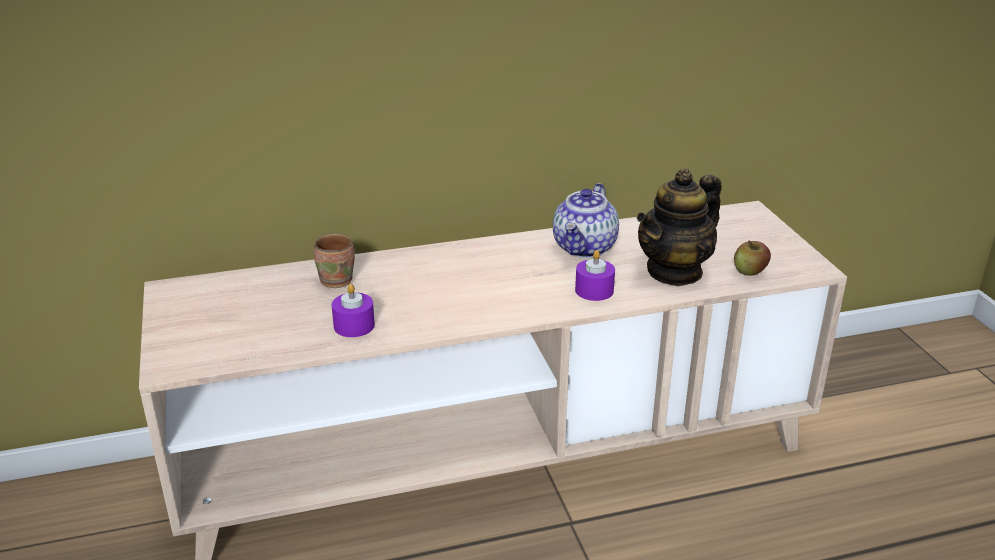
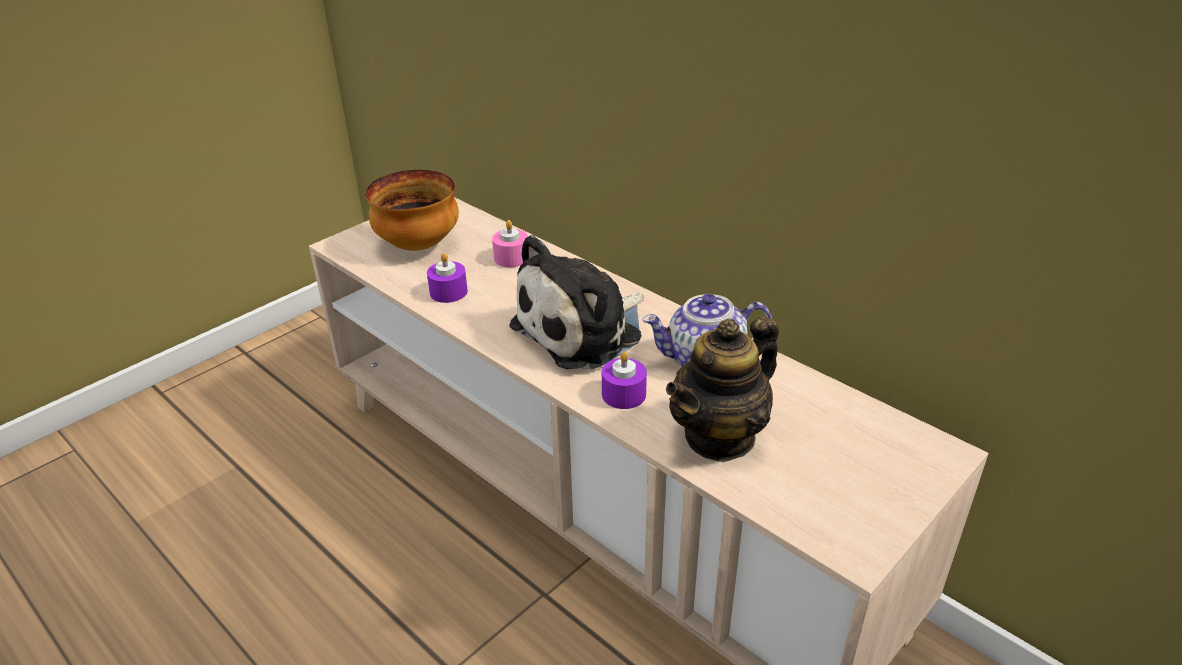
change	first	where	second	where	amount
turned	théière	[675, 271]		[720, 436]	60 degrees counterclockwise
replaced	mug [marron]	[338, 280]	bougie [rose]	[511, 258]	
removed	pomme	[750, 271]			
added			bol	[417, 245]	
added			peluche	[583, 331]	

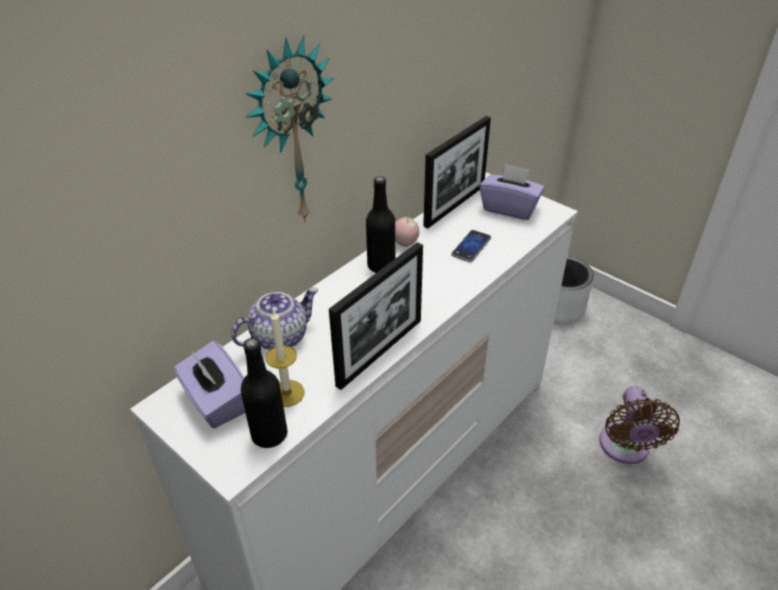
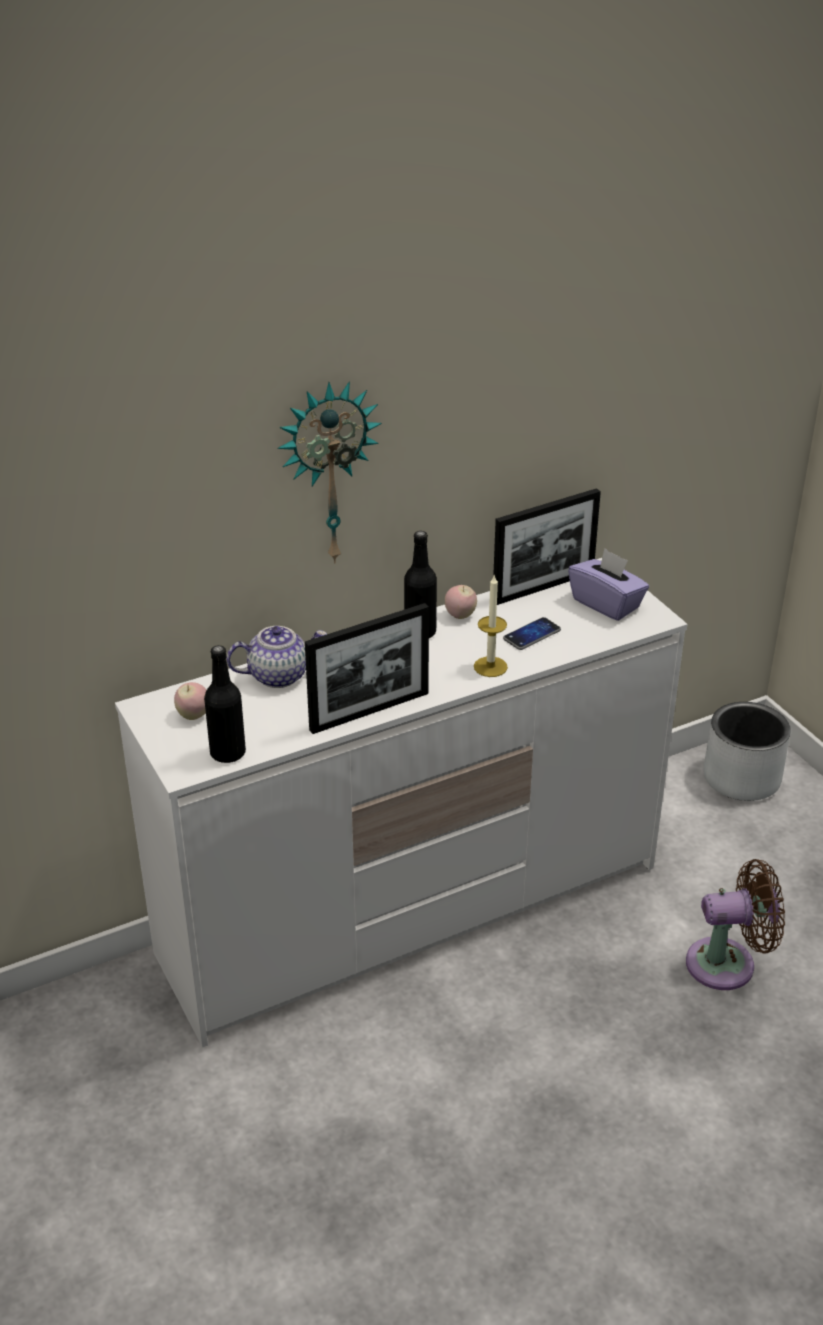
change	first	where	second	where	amount
moved	bougie	[287, 393]		[490, 667]	
replaced	boîte à mouchoirs [violet]	[216, 401]	pomme	[193, 715]	
turned	ventilateur [marron]	[625, 448]		[728, 964]	120 degrees counterclockwise

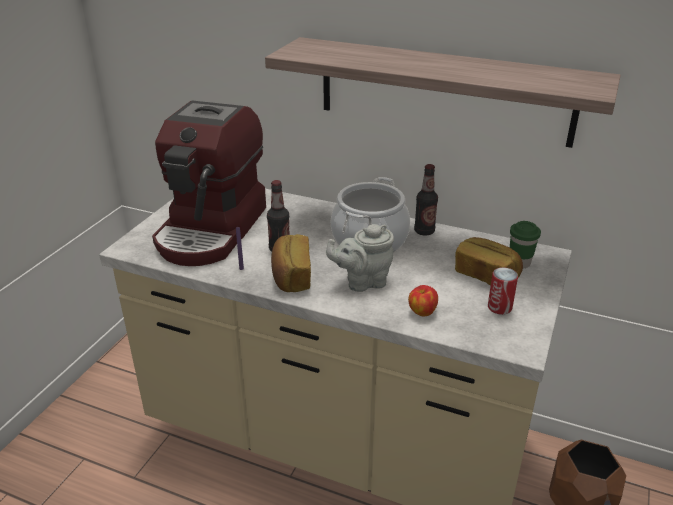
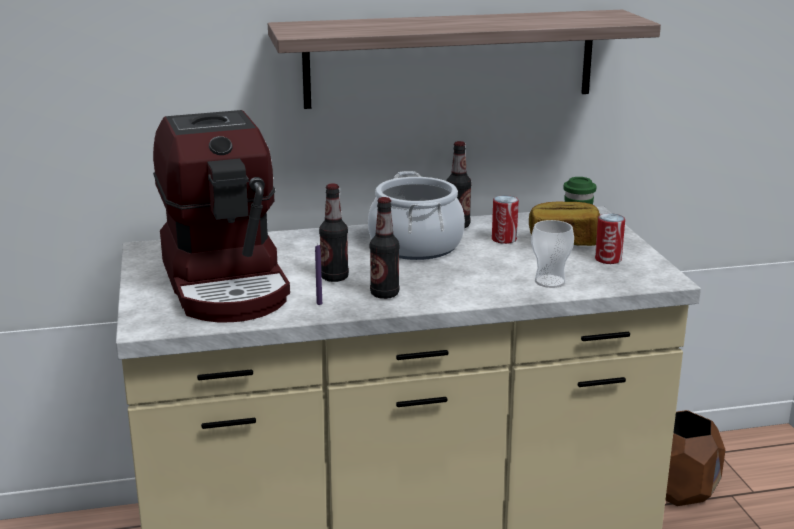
change	first	where	second	where	amount
removed	théière [gris]	[362, 282]			
replaced	pain	[291, 277]	bouteille	[384, 294]	
replaced	pomme	[422, 312]	tasse	[549, 281]	
added			boîte métallique	[504, 239]	

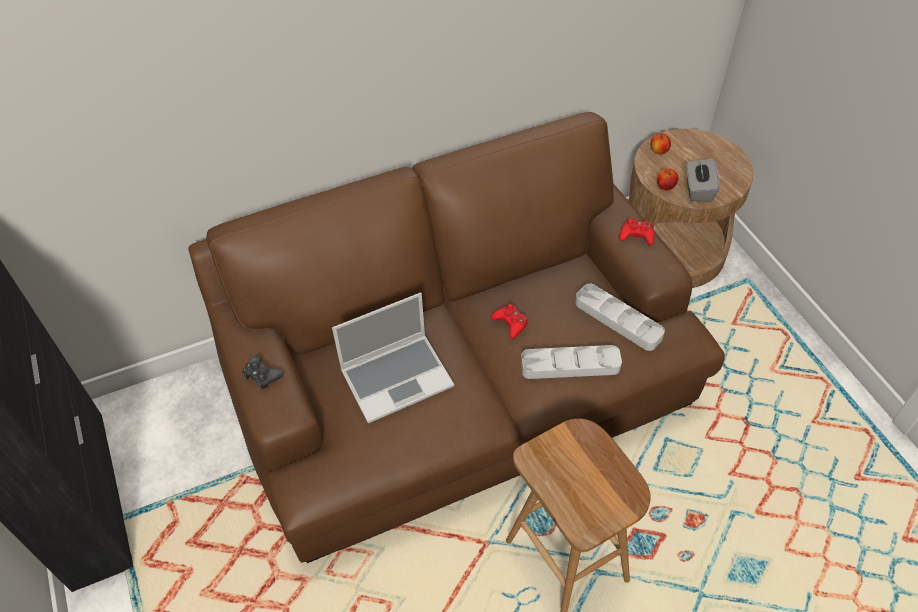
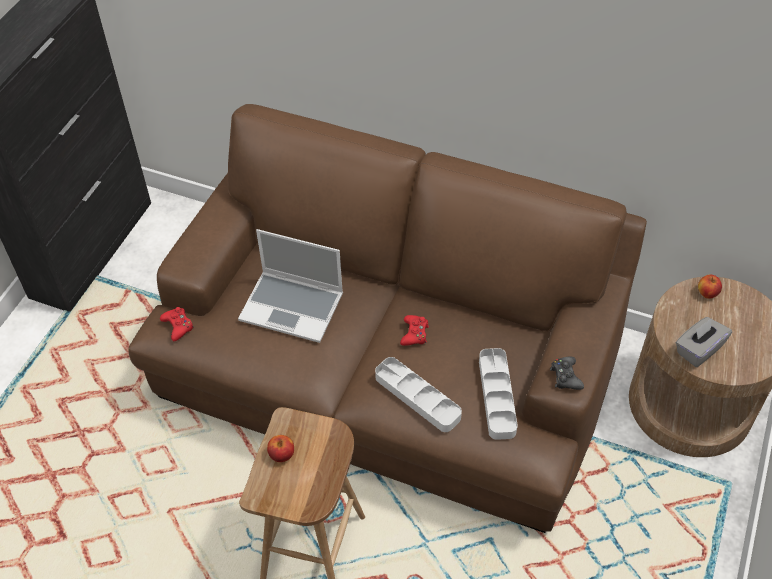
change	first	where	second	where	amount
moved	pomme	[665, 187]		[281, 455]	
moved	manette [rouge]	[636, 235]		[178, 326]	
moved	manette [noir]	[262, 375]		[565, 377]	

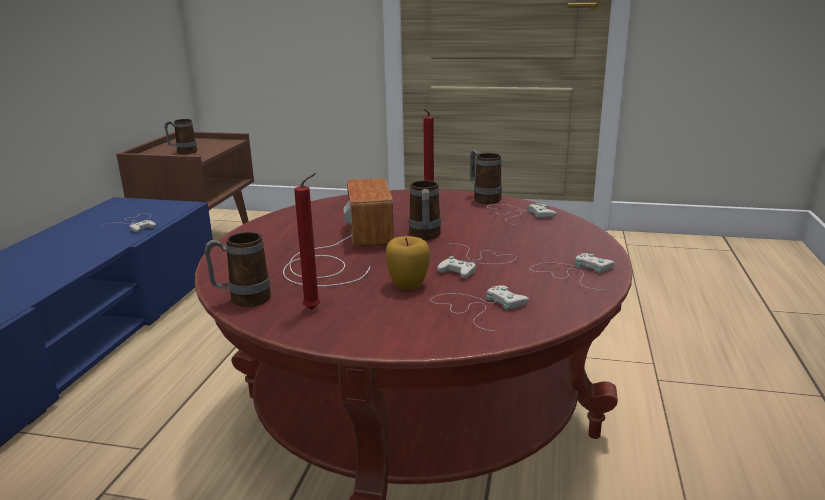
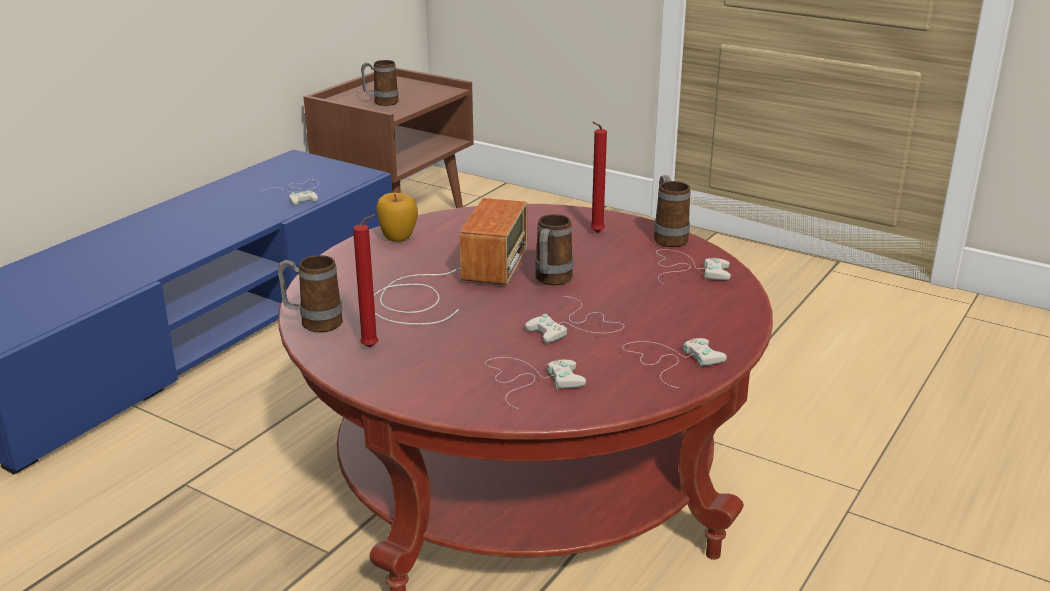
change	first	where	second	where	amount
moved	pomme	[408, 285]		[398, 238]	

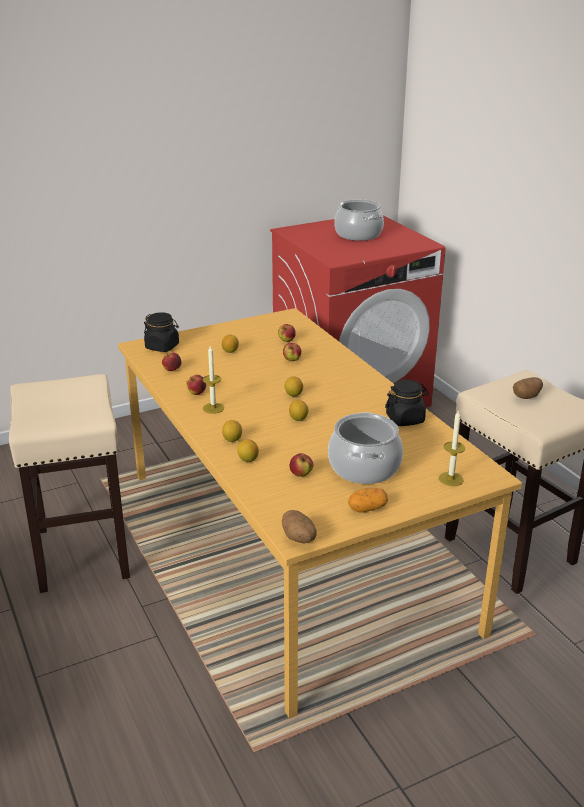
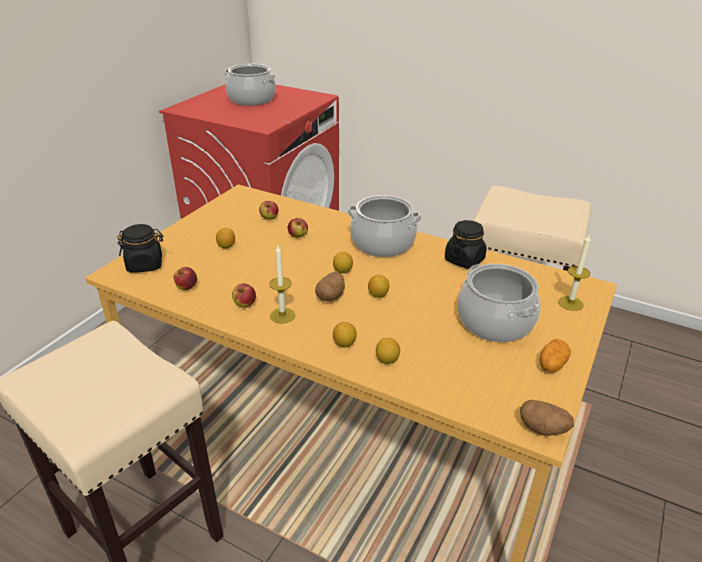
change	first	where	second	where	amount
moved	pomme de terre	[527, 396]		[330, 296]	
removed	pomme	[301, 474]			
added			marmite	[382, 243]	

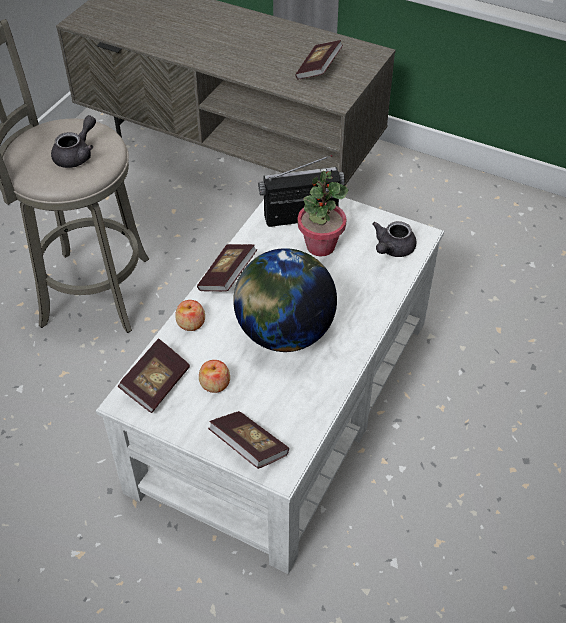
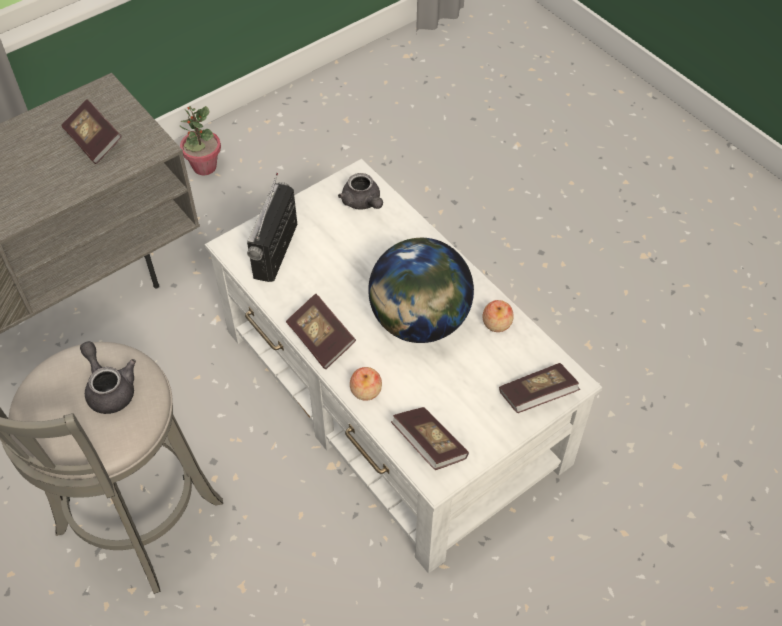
change	first	where	second	where	amount
moved	plante en pot	[320, 246]		[204, 167]	
moved	pomme	[215, 384]		[496, 323]	

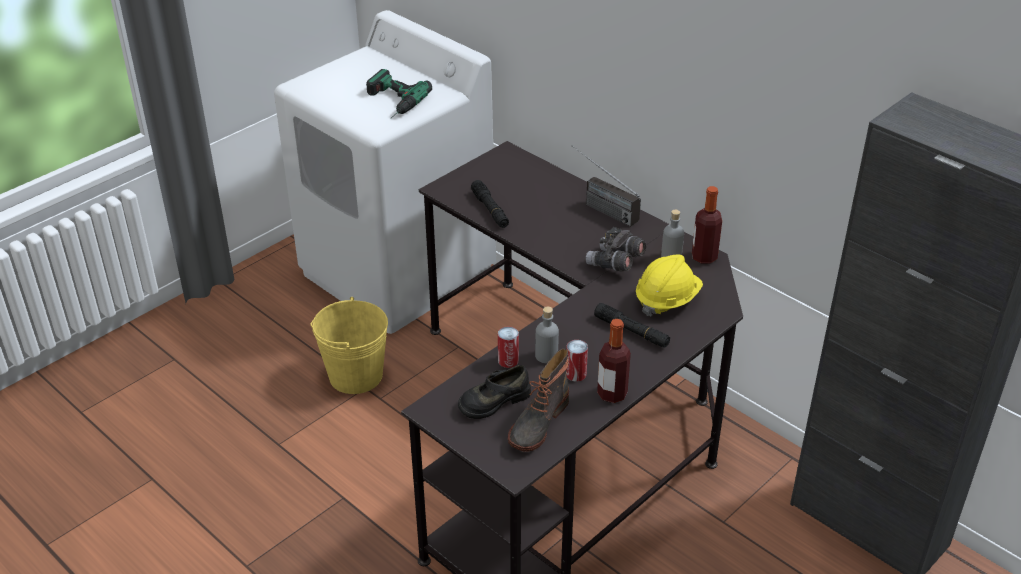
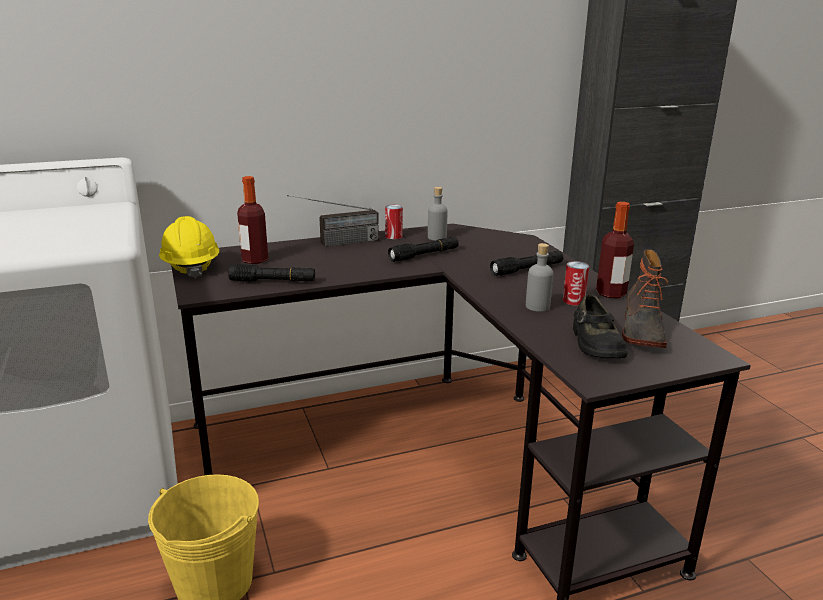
change	first	where	second	where	amount
removed	perceuse	[390, 102]			
moved	bouteille	[704, 257]		[255, 260]	
replaced	jumelles [gris]	[615, 263]	lampe de poche [noir]	[424, 255]	
moved	casque de chantier [jaune]	[667, 299]		[190, 267]	
moved	boîte métallique	[508, 360]		[393, 236]	
turned	botte	[537, 423]		[640, 331]	45 degrees clockwise

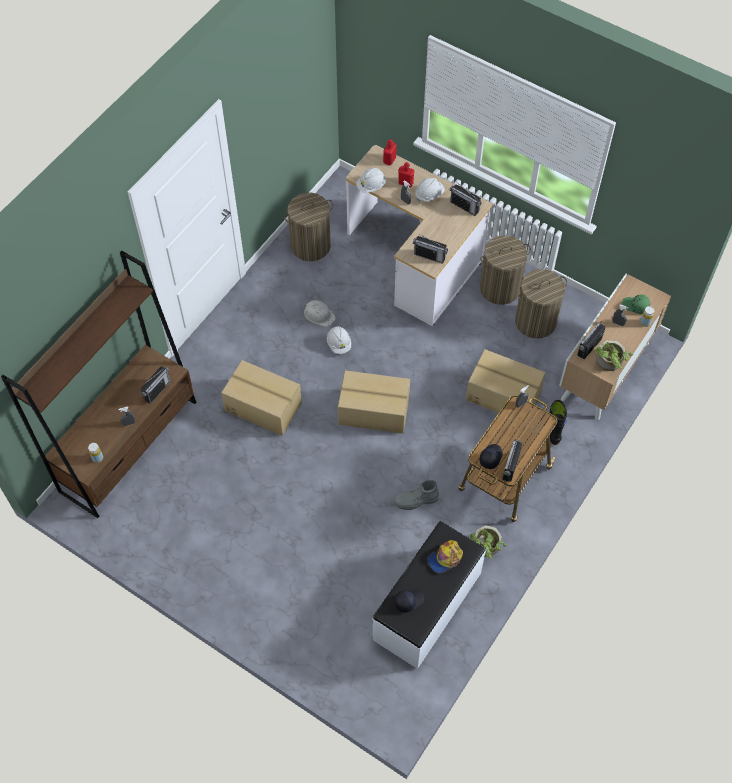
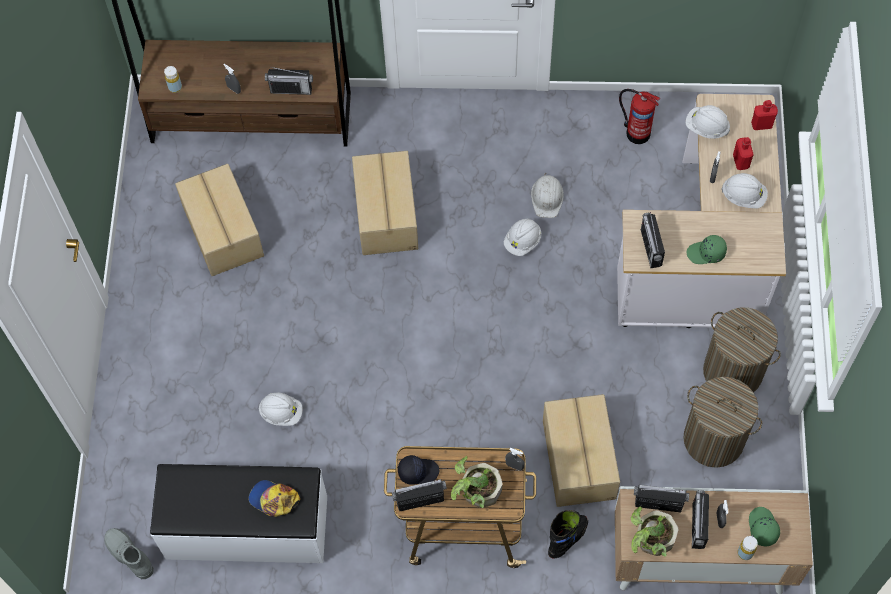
change	first	where	second	where	amount
moved	radio	[464, 206]		[698, 526]	
replaced	panier à linge	[310, 245]	extincteur	[636, 132]	
moved	carton	[374, 411]		[222, 232]	
moved	botte [gris]	[416, 501]		[129, 555]	
moved	plante en pot	[485, 548]		[476, 491]	
removed	casquette [noir]	[408, 601]			
added			casquette [vert]	[706, 253]	
added			casque de chantier [blanc]	[281, 413]	

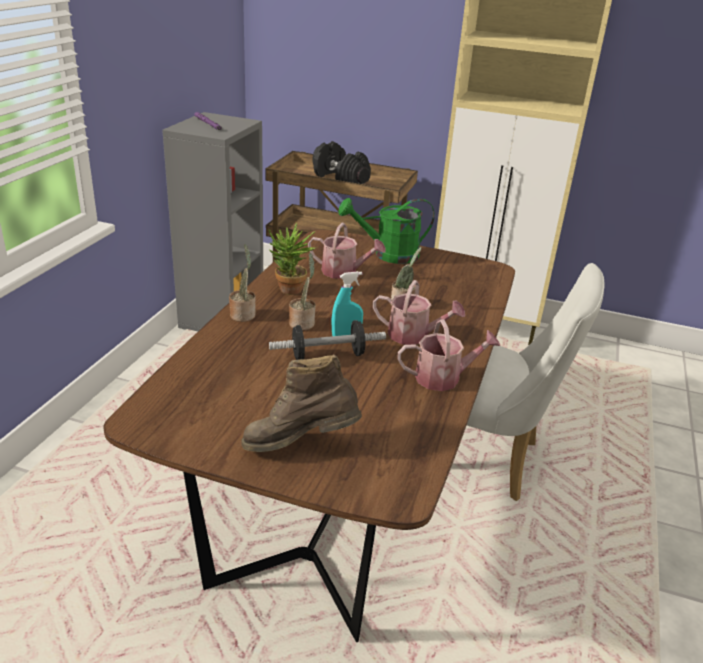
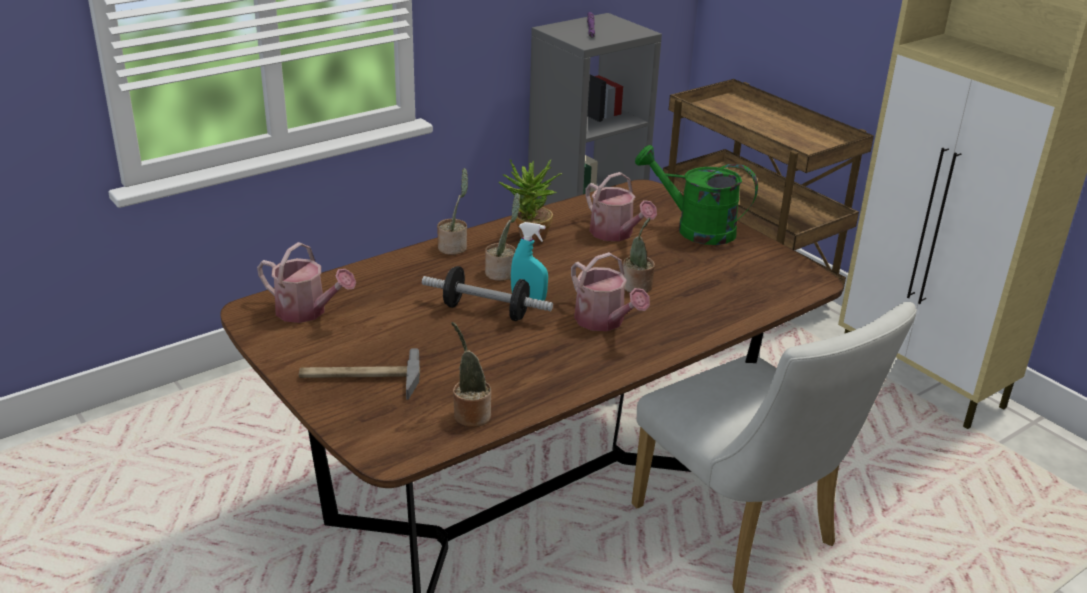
change	first	where	second	where	amount
removed	haltère [noir]	[339, 178]			
moved	arrosoir	[444, 378]		[307, 312]	
replaced	botte [marron]	[300, 445]	marteau	[360, 378]	
added			plante en pot	[470, 415]	

